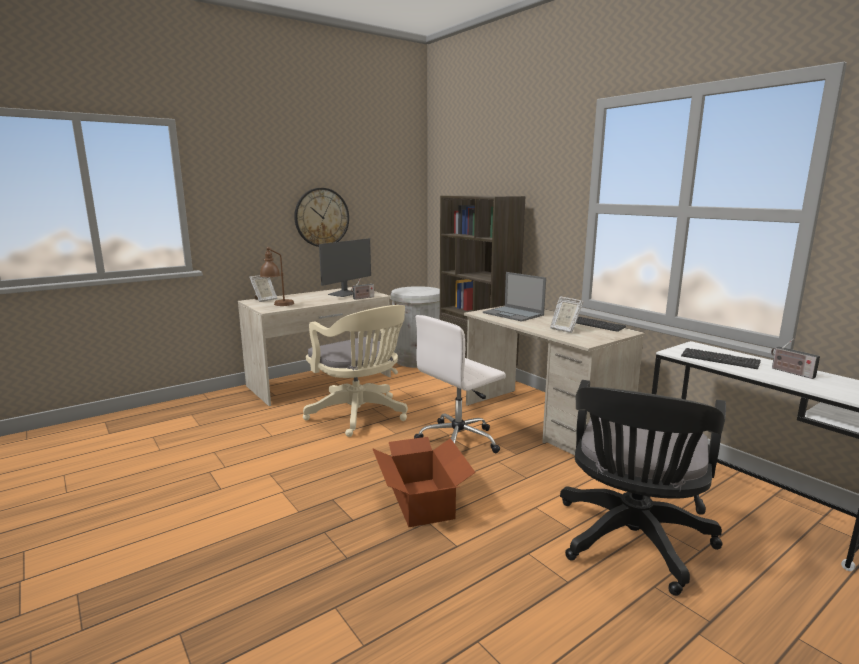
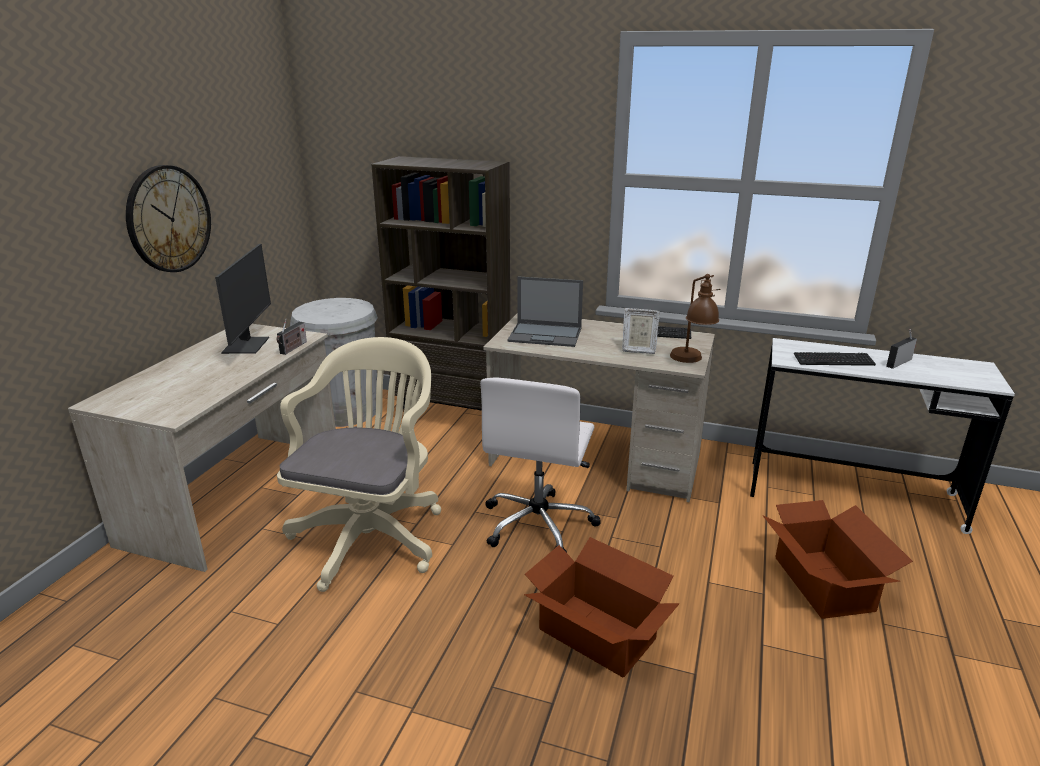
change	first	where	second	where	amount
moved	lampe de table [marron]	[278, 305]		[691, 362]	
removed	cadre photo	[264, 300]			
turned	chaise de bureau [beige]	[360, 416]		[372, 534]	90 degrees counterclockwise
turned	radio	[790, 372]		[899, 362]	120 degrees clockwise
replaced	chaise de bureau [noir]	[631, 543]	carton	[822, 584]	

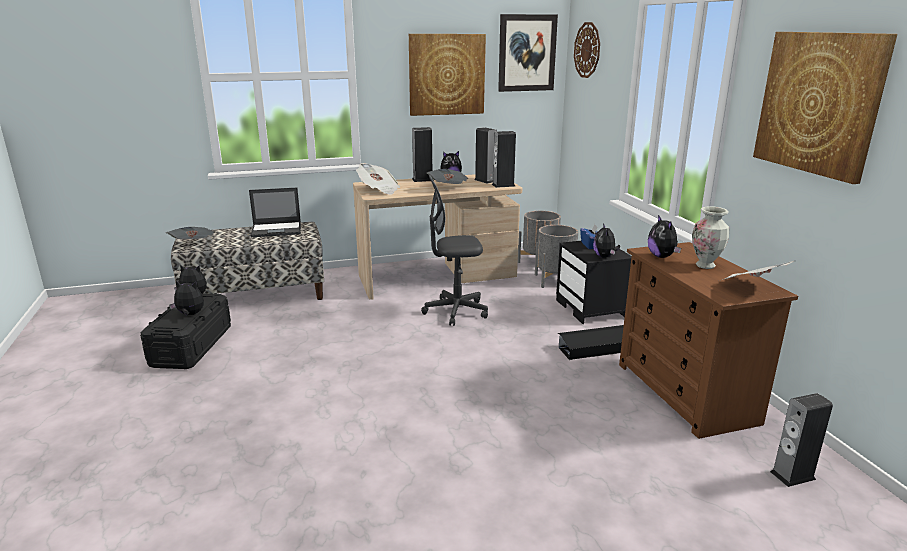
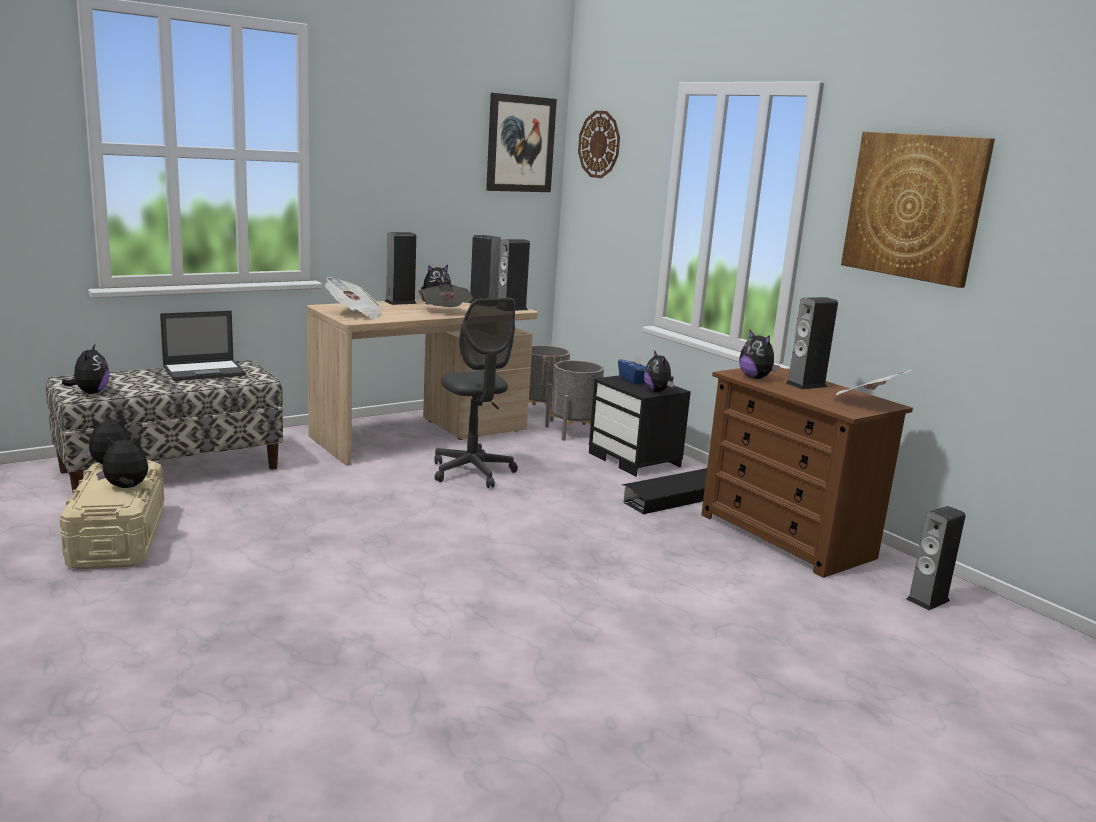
change	first	where	second	where	amount
removed	tableau	[446, 74]			
turned	chaise de bureau [gris]	[455, 311]		[472, 472]	90 degrees counterclockwise
replaced	vase	[705, 266]	enceinte	[806, 385]	
replaced	journal	[193, 245]	peluche	[90, 392]	
recoloured	boîte de rangement [noir]	[191, 346]	boîte de rangement [beige]	[117, 538]	

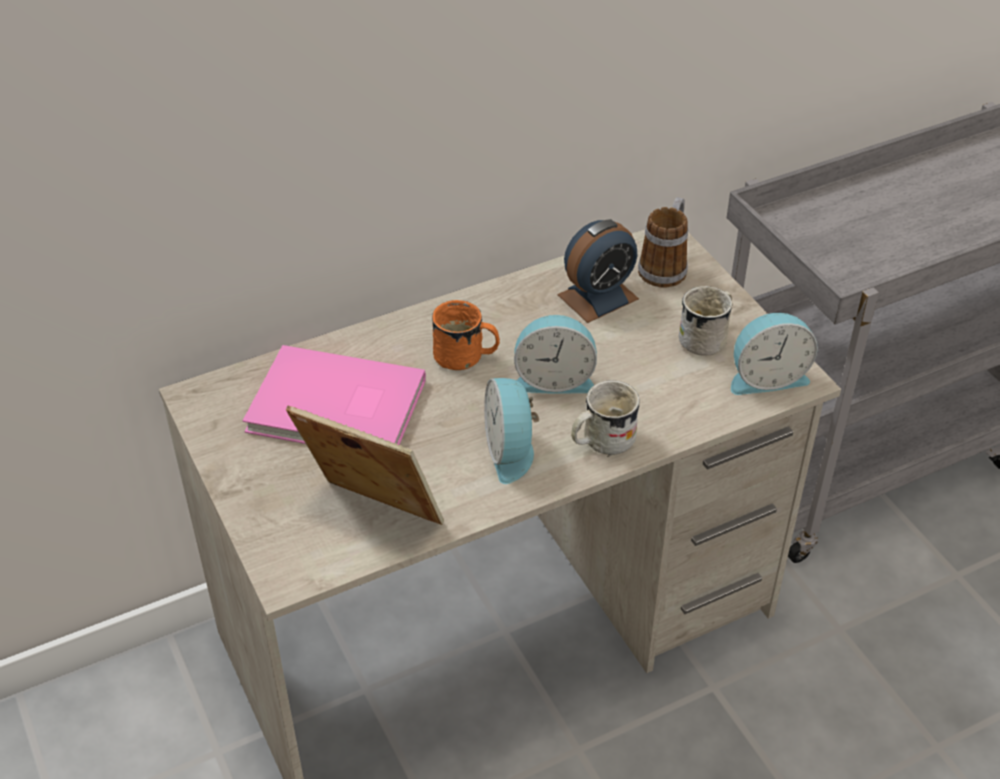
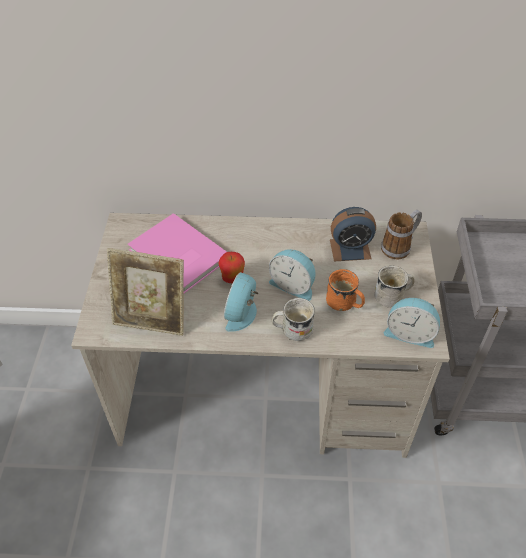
change	first	where	second	where	amount
moved	mug [orange]	[466, 357]		[344, 304]	
turned	cadre photo	[372, 517]		[152, 319]	135 degrees clockwise
added			pomme	[232, 278]	

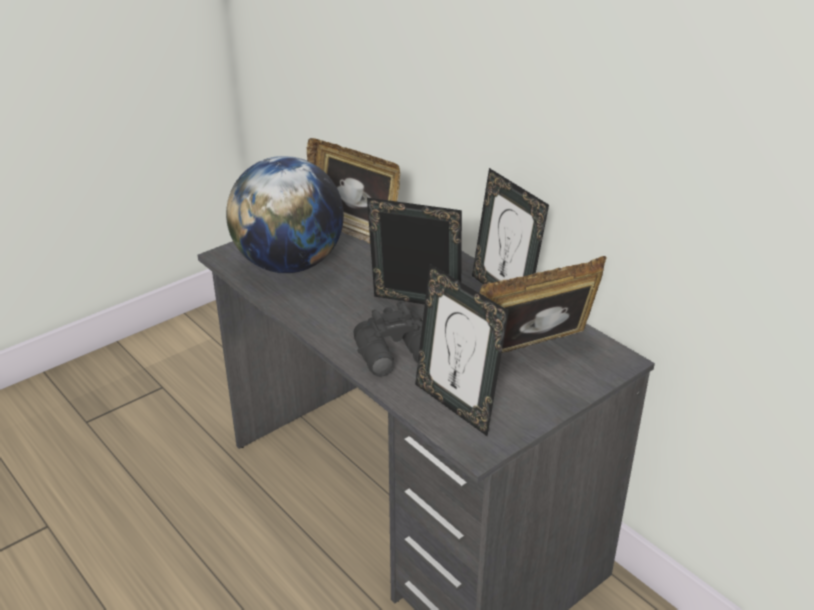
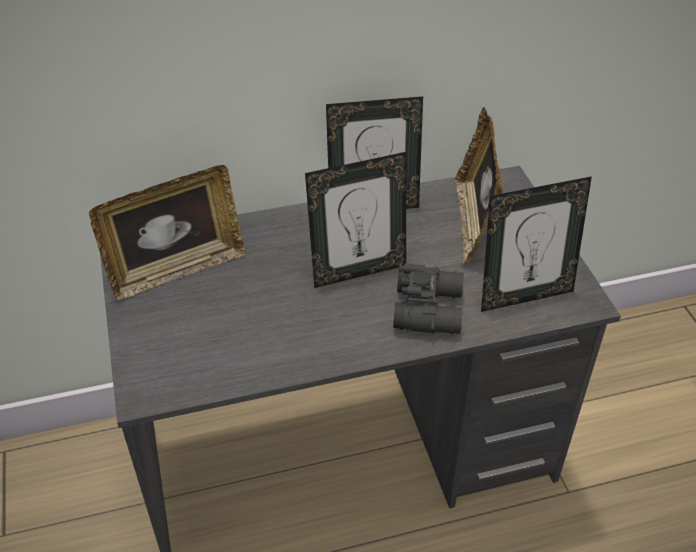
change	first	where	second	where	amount
removed	globe	[289, 264]			
turned	cadre photo	[415, 307]		[358, 271]	150 degrees counterclockwise

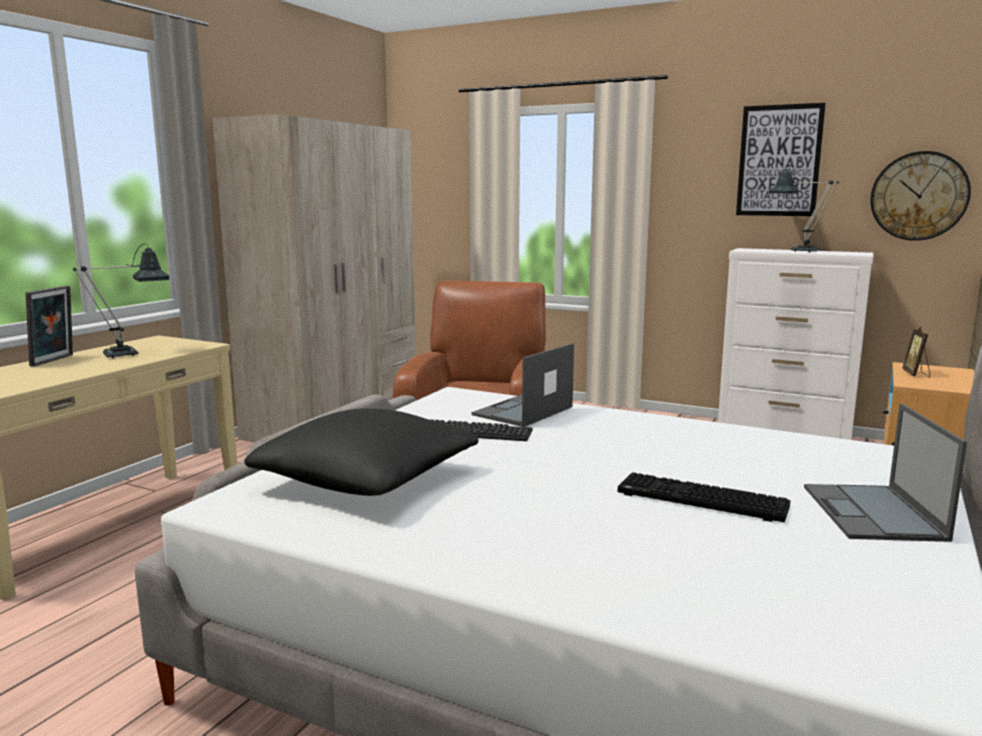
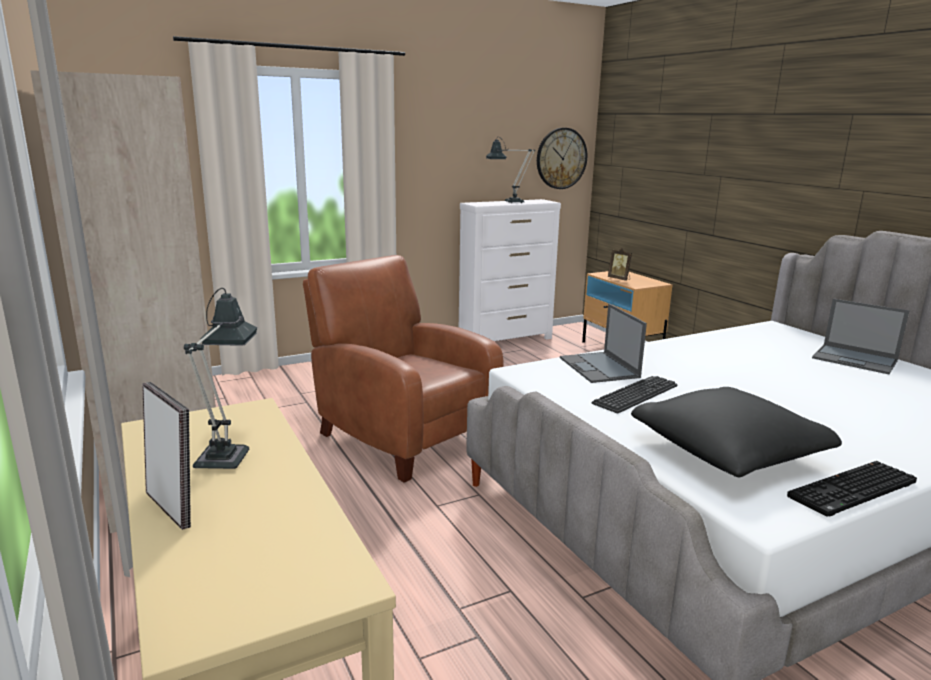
change	first	where	second	where	amount
removed	tableau	[779, 161]			
moved	clavier	[699, 500]		[853, 491]	

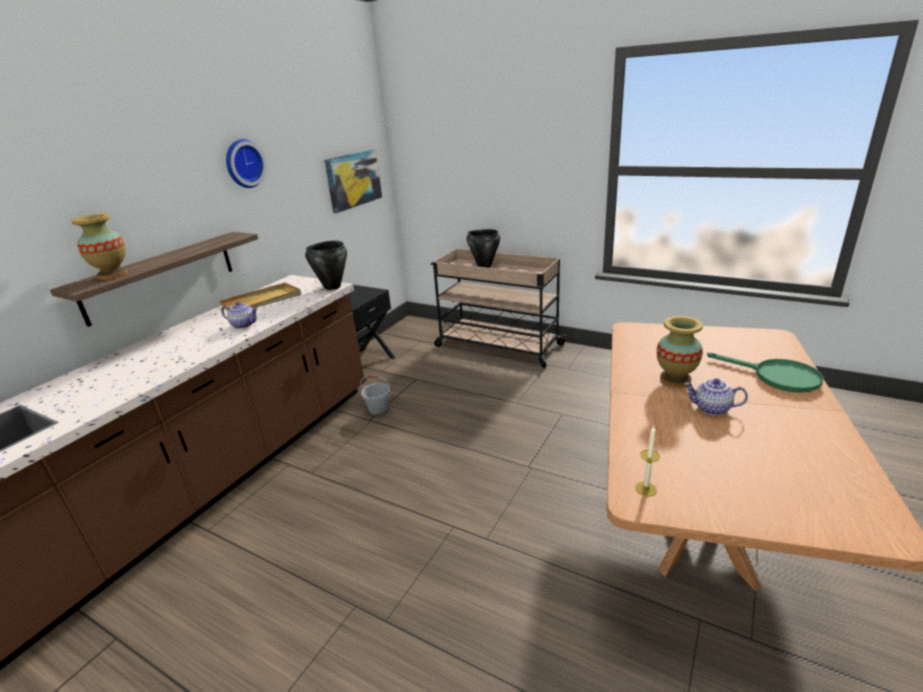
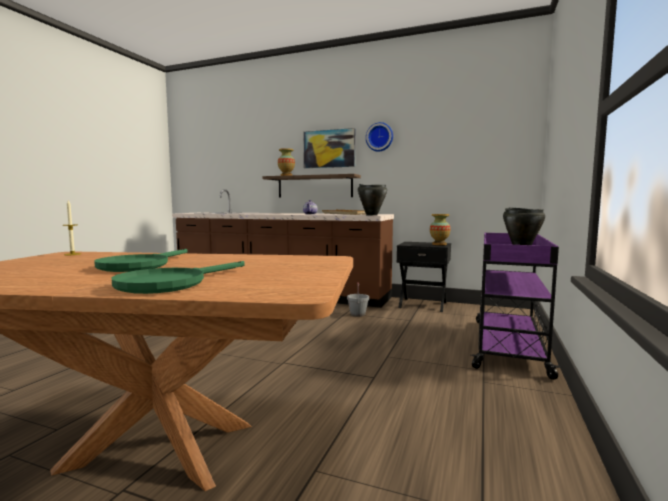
change	first	where	second	where	amount
moved	tableau	[353, 180]		[329, 149]	
recoloured	chariot [beige]	[497, 345]	chariot [violet]	[508, 345]	
moved	vase	[675, 379]		[439, 244]	
replaced	théière	[711, 409]	poêle [vert]	[140, 265]	

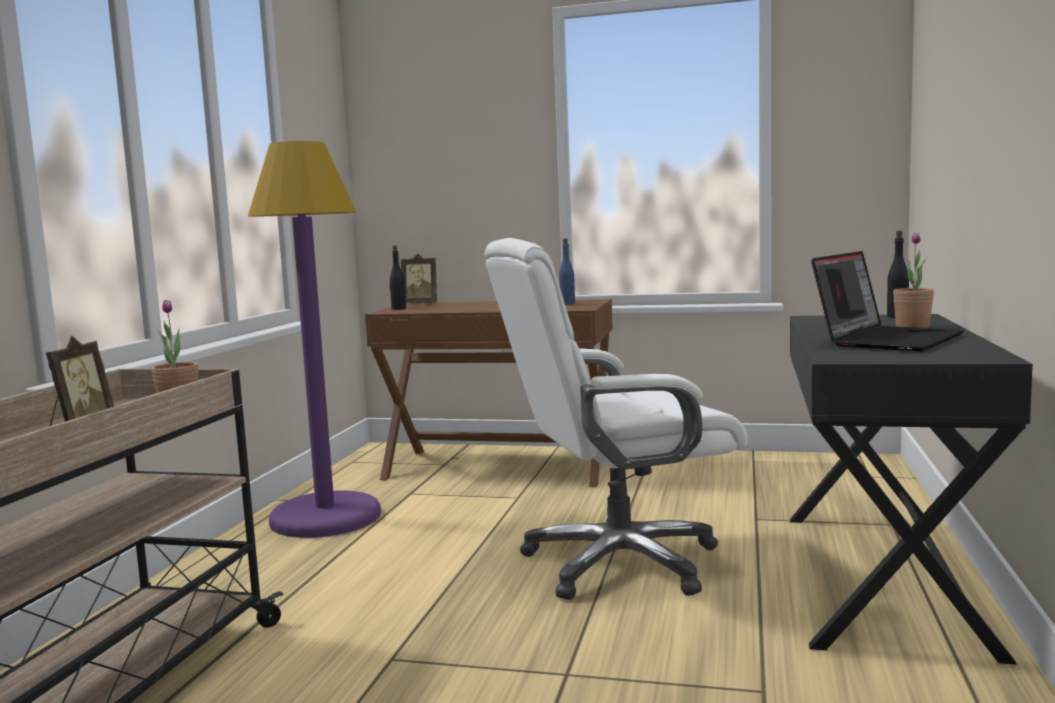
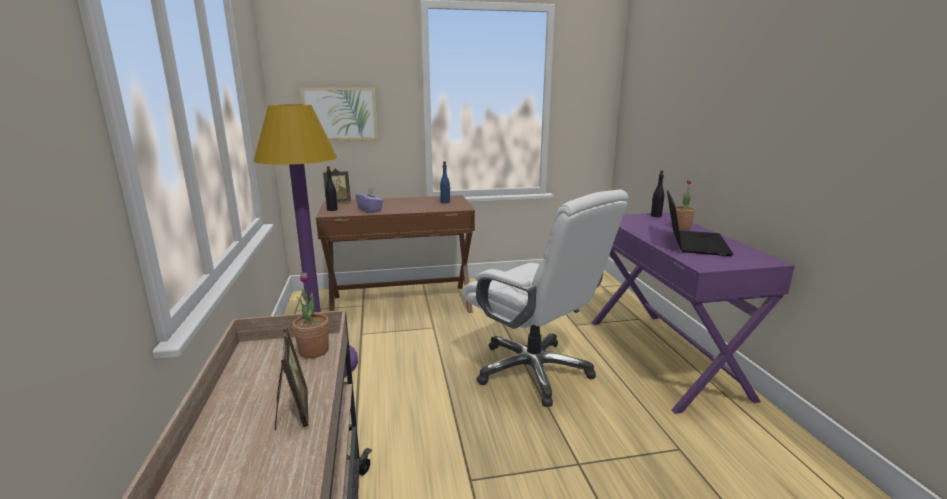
change	first	where	second	where	amount
turned	chaise de bureau [blanc]	[618, 563]		[534, 371]	90 degrees counterclockwise
recoloured	bureau [noir]	[883, 577]	bureau [violet]	[665, 356]	
added			tableau	[340, 114]	
added			boîte à mouchoirs [violet]	[370, 210]	

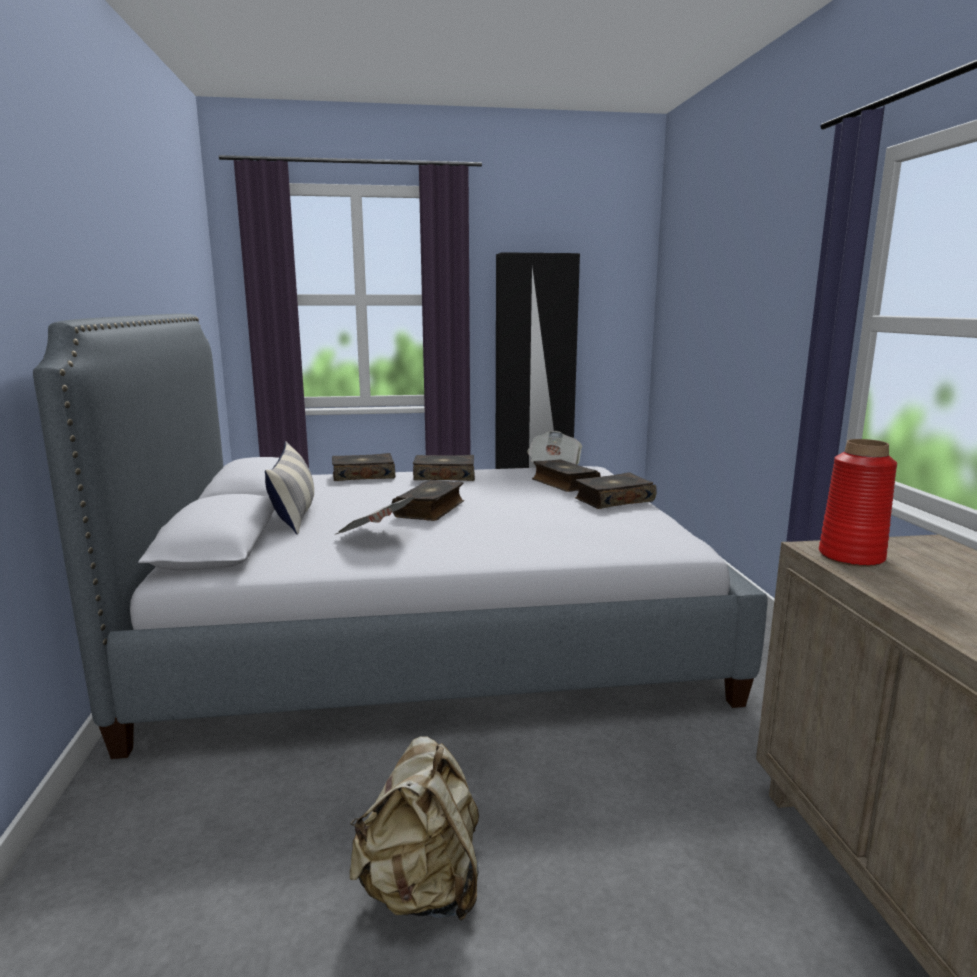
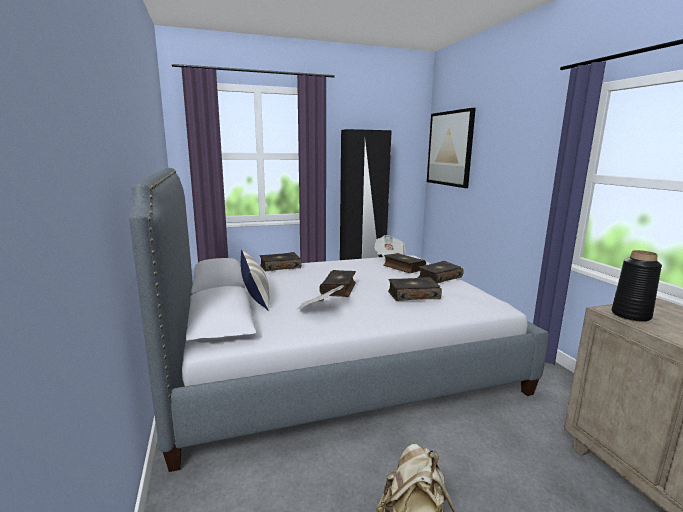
change	first	where	second	where	amount
recoloured	vase [rouge]	[850, 556]	vase [noir]	[630, 315]	
moved	livre	[444, 476]		[413, 295]	
added			tableau	[450, 148]	

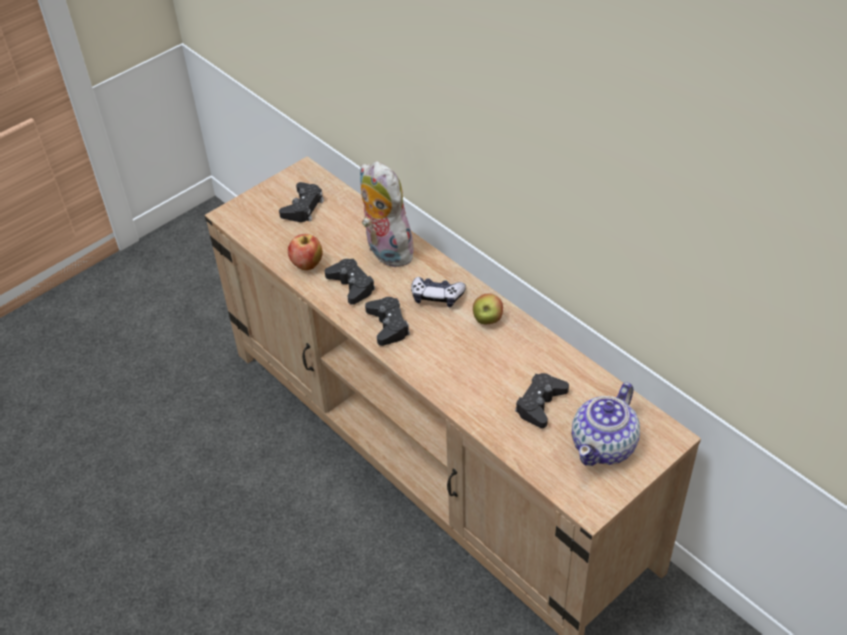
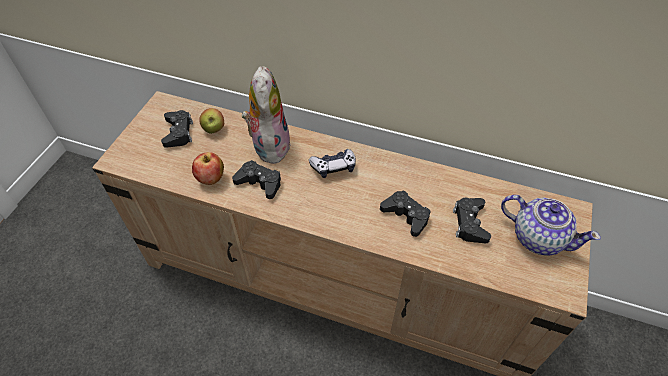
change	first	where	second	where	amount
turned	peluche	[385, 250]		[269, 144]	60 degrees clockwise
moved	pomme	[487, 320]		[214, 129]	
moved	manette [noir]	[388, 325]		[406, 216]	
turned	théière	[604, 445]		[537, 237]	60 degrees counterclockwise

